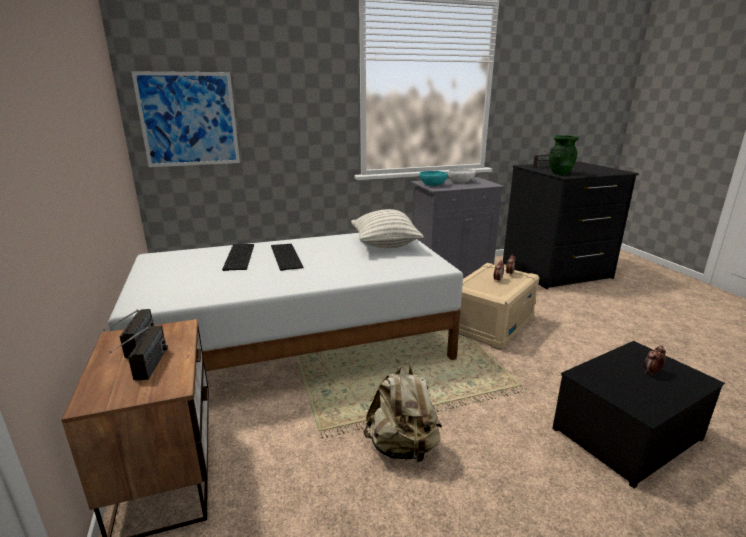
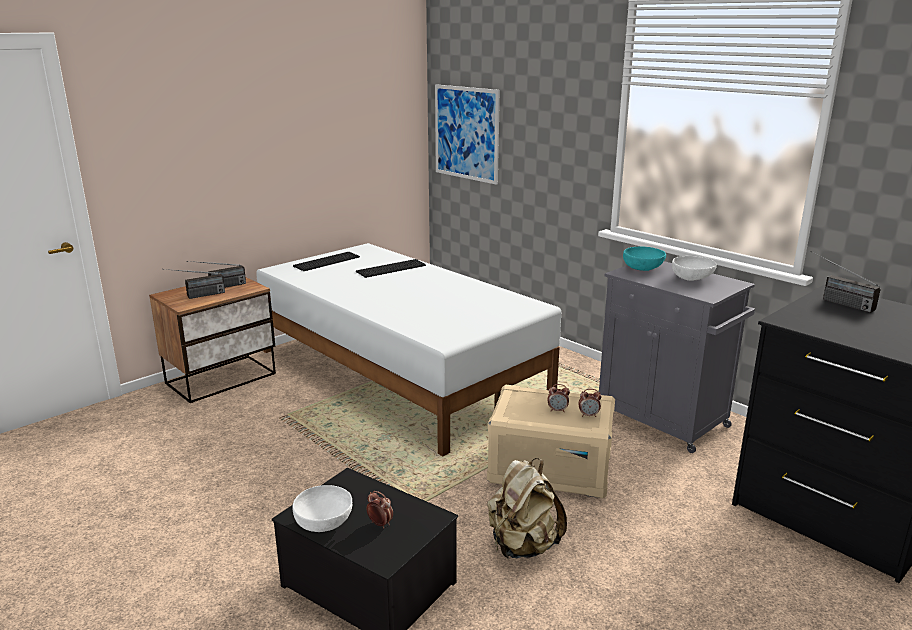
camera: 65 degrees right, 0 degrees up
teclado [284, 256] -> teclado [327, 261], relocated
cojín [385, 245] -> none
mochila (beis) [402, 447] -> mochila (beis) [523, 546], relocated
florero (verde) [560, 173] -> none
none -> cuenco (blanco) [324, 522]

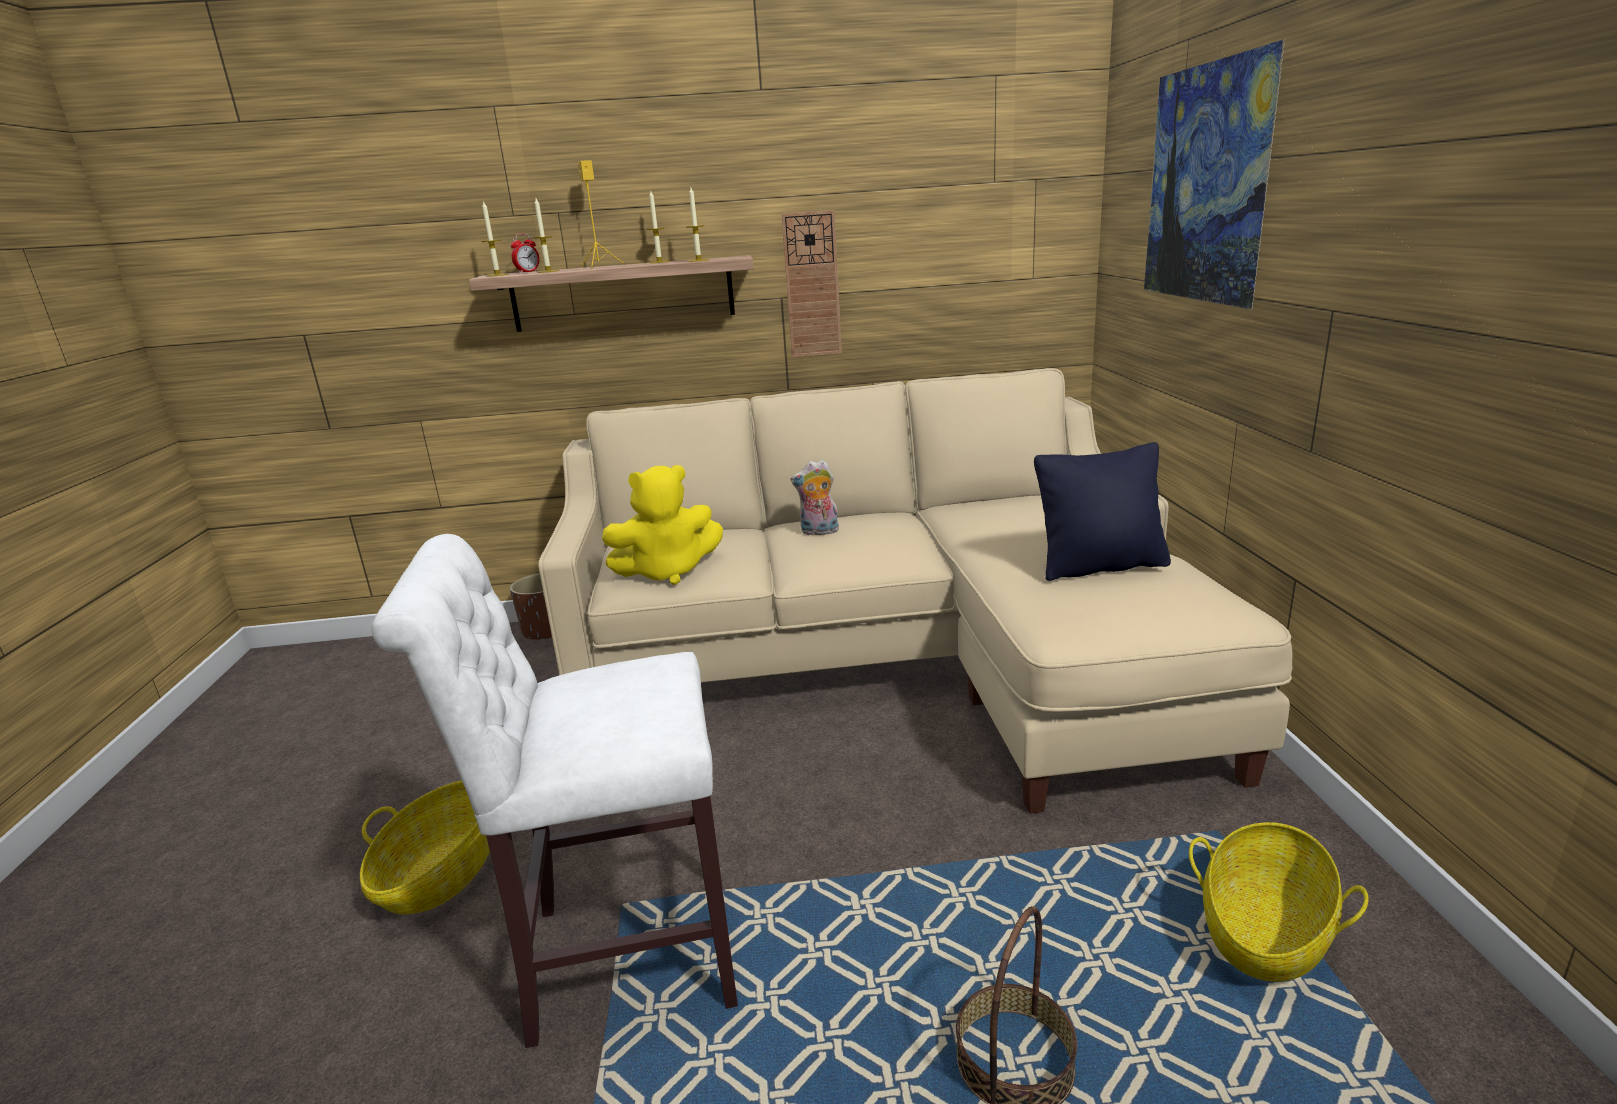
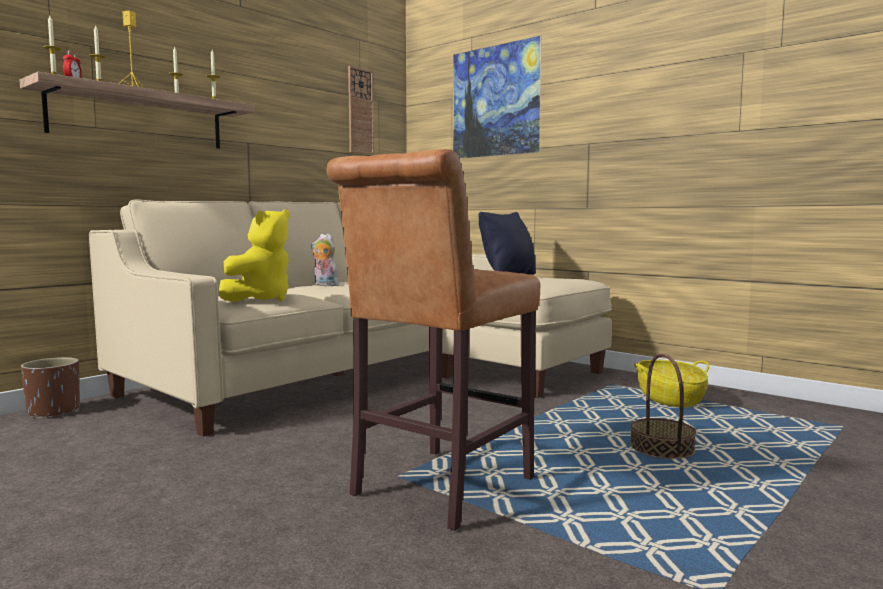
camera: 45 degrees left, 15 degrees down
cesta [442, 873] -> none
taburete (blanco) [619, 957] -> taburete (marrón) [436, 490]
reloj de pared [812, 285] -> reloj de pared [360, 111], relocated
peluche [818, 532] -> peluche [324, 285], 75 degrees clockwise

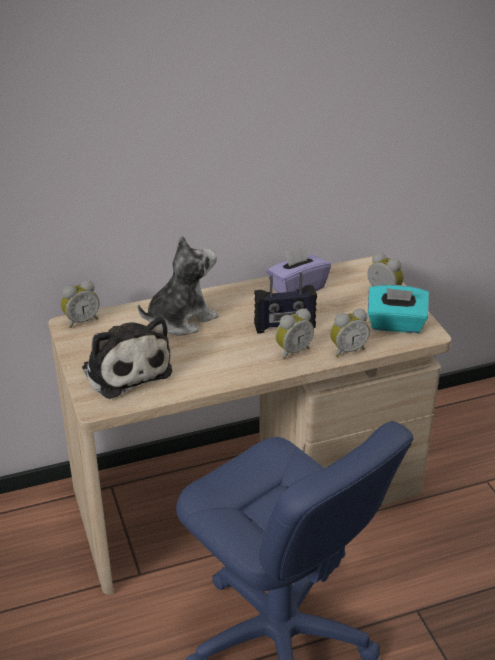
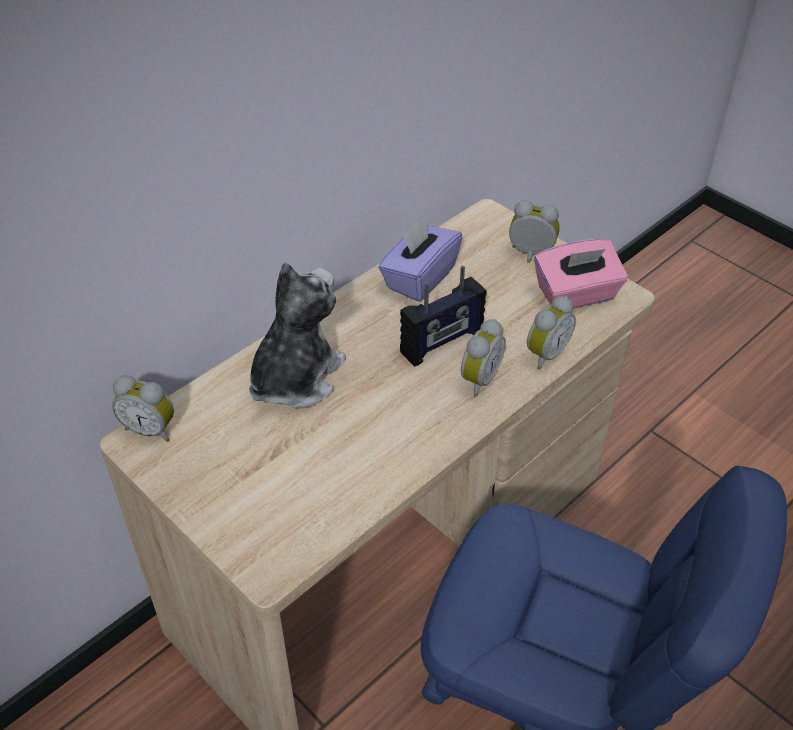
camera: 25 degrees left, 10 degrees up
despertador [81, 321] -> despertador [151, 429], 75 degrees clockwise
peluche [125, 368] -> none
caja de pañuelos (turquesa) [395, 324] -> caja de pañuelos (rosa) [576, 295]

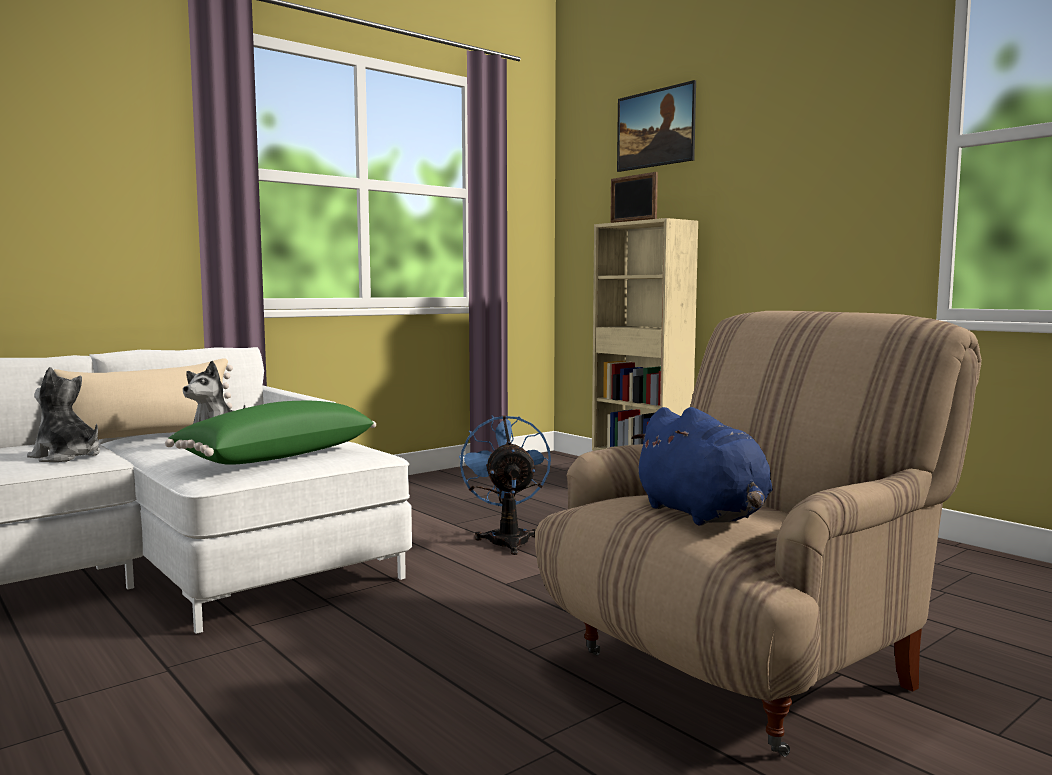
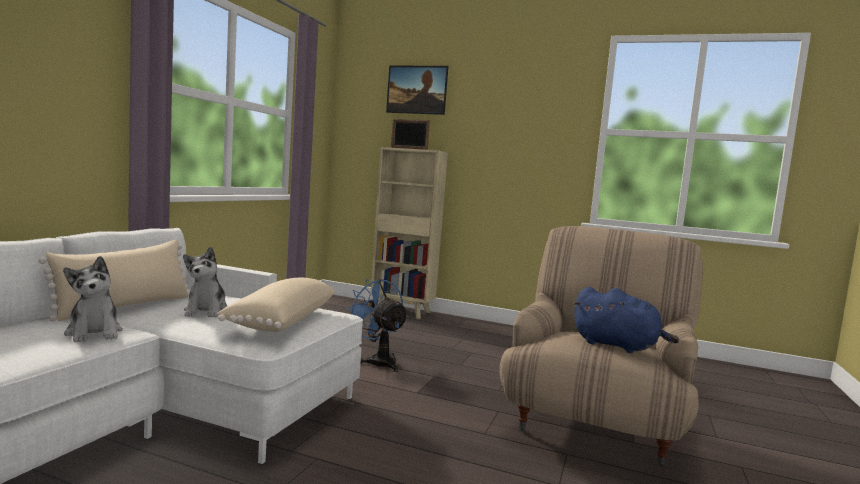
camera: 30 degrees left, 0 degrees up
peluche [66, 457] -> peluche [94, 333], 120 degrees counterclockwise
cojín (verde) [276, 456] -> cojín (beis) [280, 321]

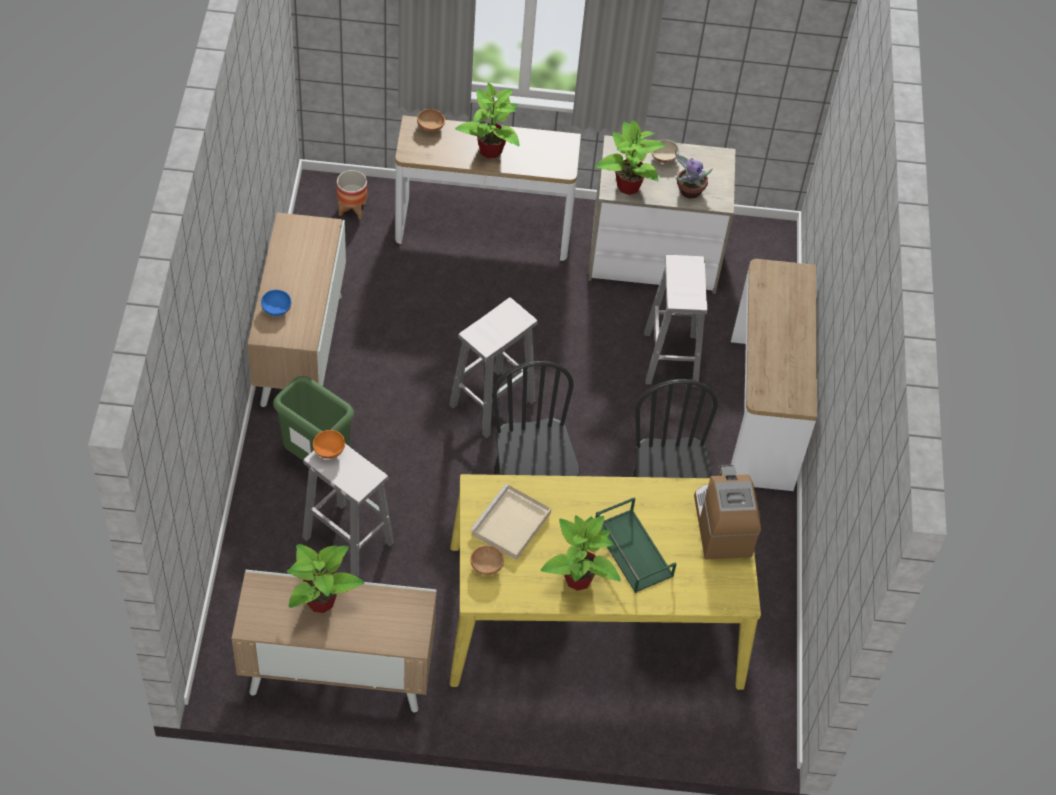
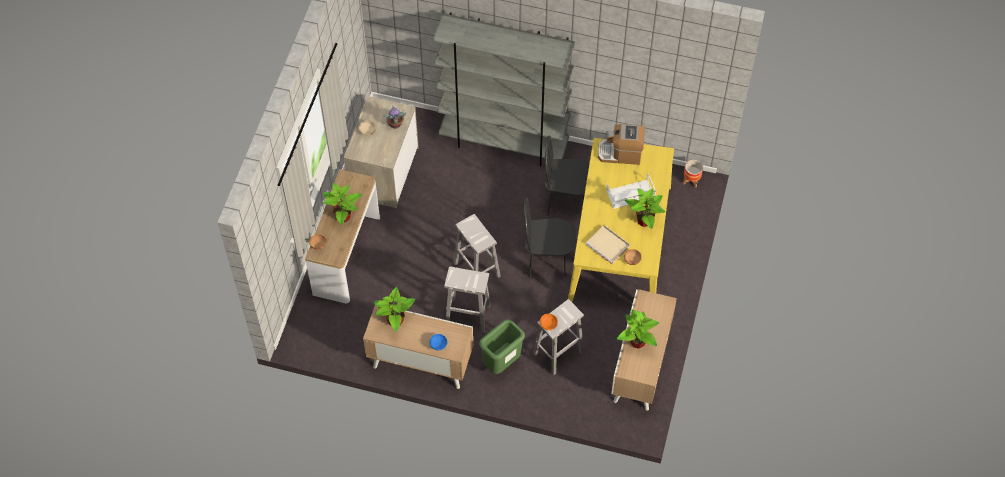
camera: 75 degrees left, 5 degrees up
maceta [352, 209] -> maceta [691, 180], relocated
planta en maceta [628, 185] -> planta en maceta [395, 321], relocated
bandeja (verde) [632, 550] -> bandeja (blanco) [630, 195]
taburete (blanco) [670, 357] -> taburete (blanco) [467, 315], relocated
mesa consola [761, 412] -> estantería (gris) [504, 143]

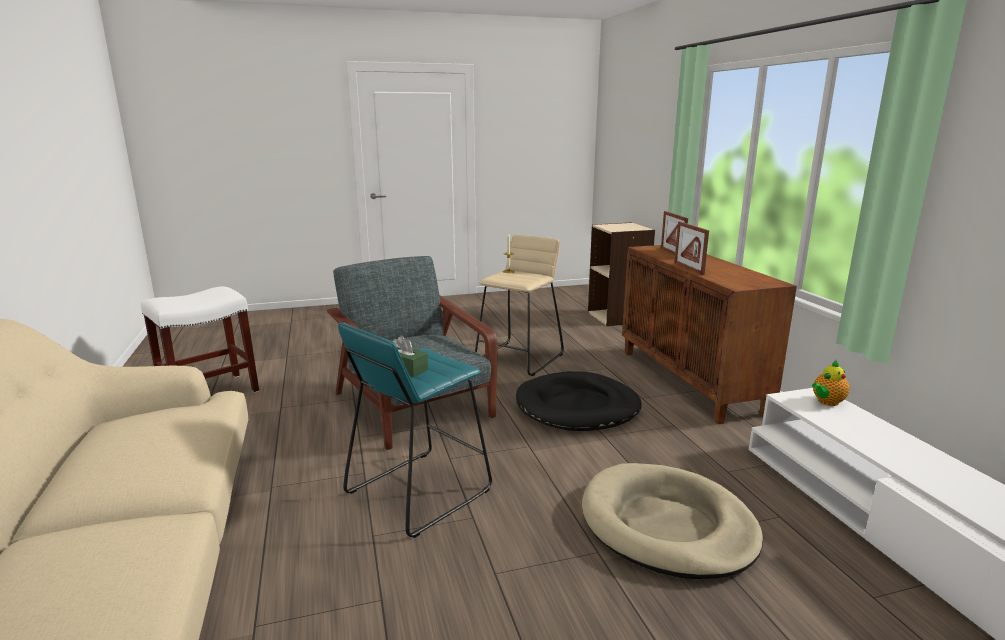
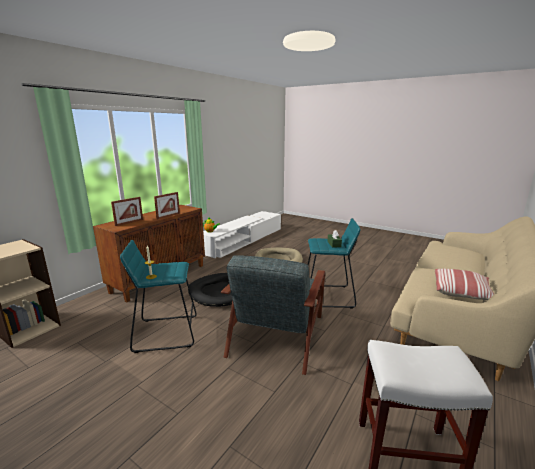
camera: 130 degrees left, 0 degrees up
taburete (beis) [519, 358] -> taburete (turquesa) [166, 332]
none -> cojín [461, 292]

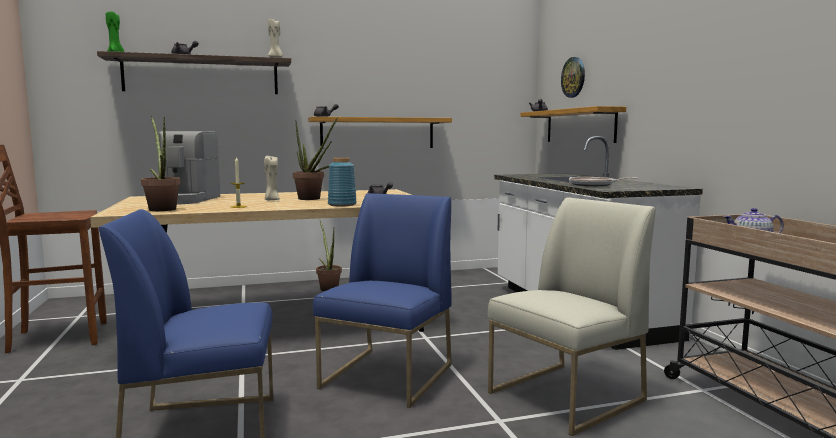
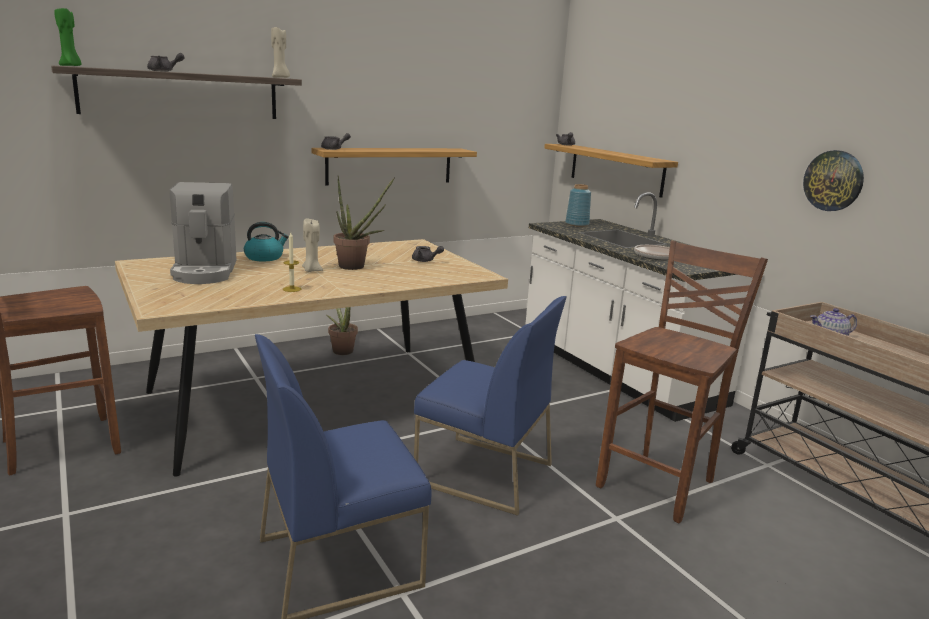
camera: 15 degrees left, 10 degrees up
planta en maceta [162, 209] -> none
silla (azul) [388, 377] -> silla (azul) [482, 473], 105 degrees clockwise
florero (azul) [342, 205] -> florero (azul) [577, 224], relocated
silla (blanco) [566, 397] -> taburete (marrón) [660, 484]
reloj de pared [573, 77] -> reloj de pared [833, 181], relocated
none -> hervidor [264, 257]

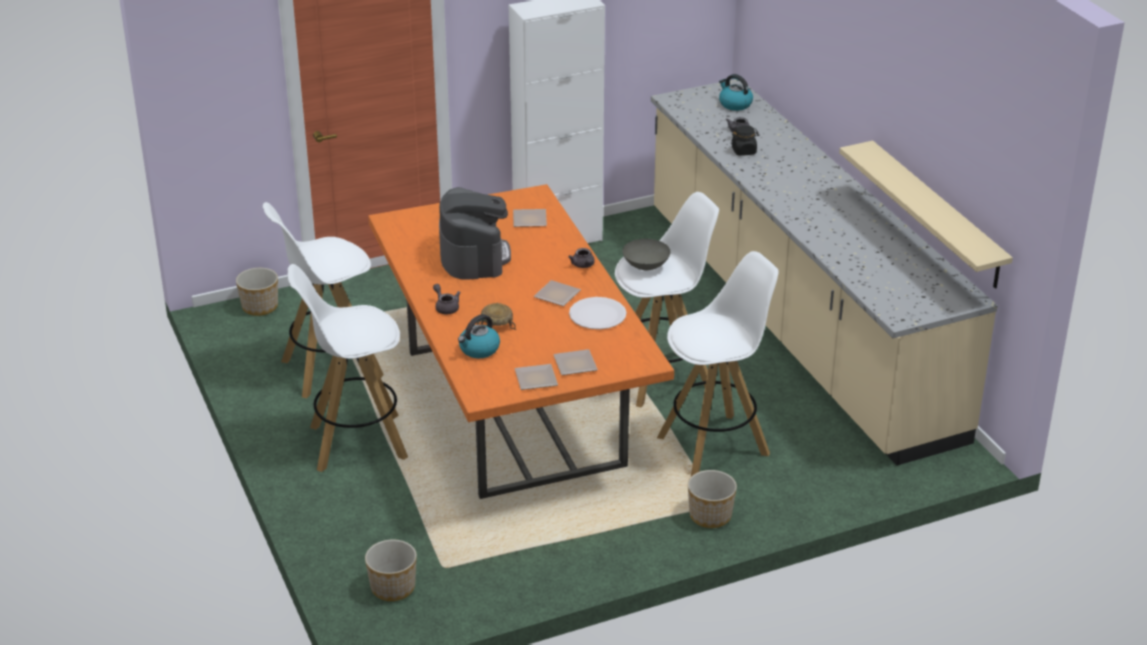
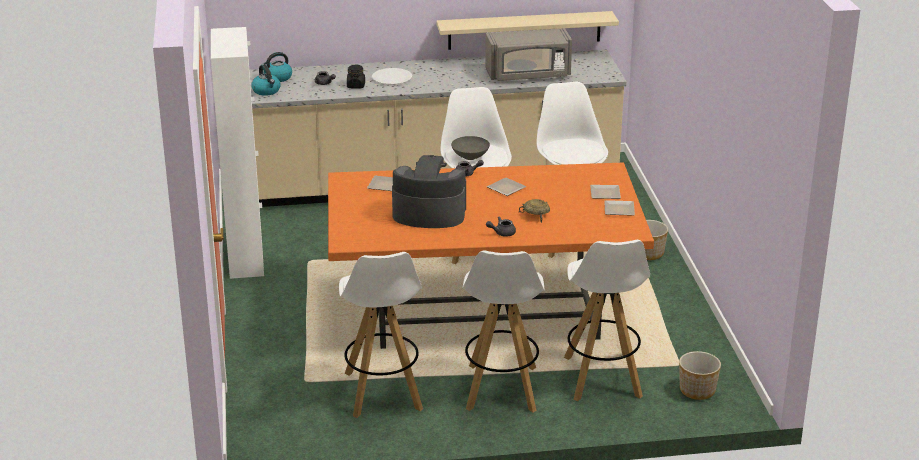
camera: 75 degrees left, 5 degrees down
maceta [260, 307] -> none
hervidor [479, 349] -> hervidor [266, 91], relocated
plato (blanco) [597, 315] -> plato (blanco) [392, 78], relocated
none -> microondas (gris) [528, 75]
none -> taburete (blanco) [602, 377]

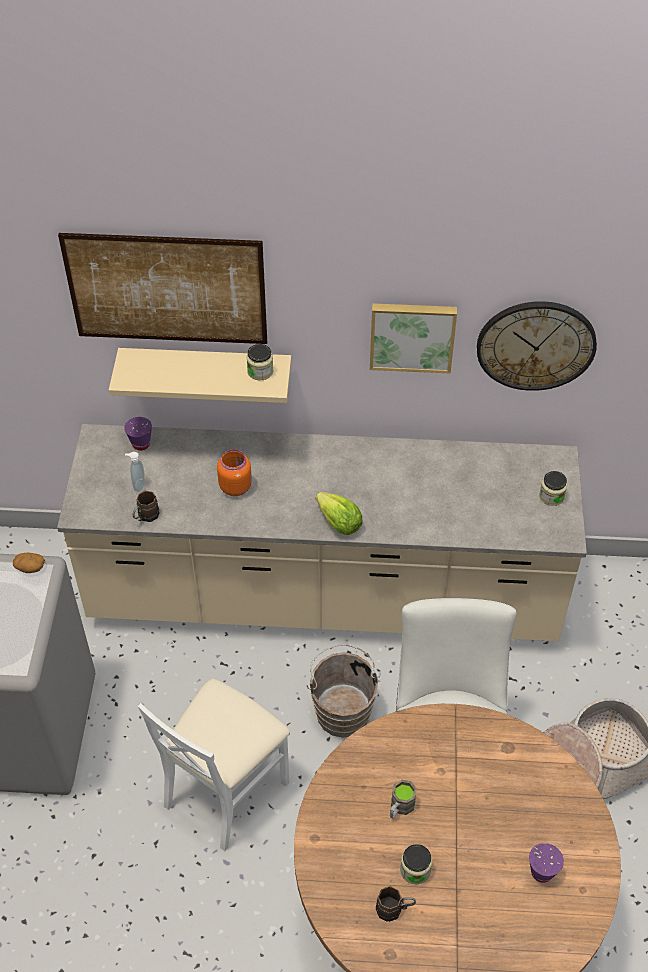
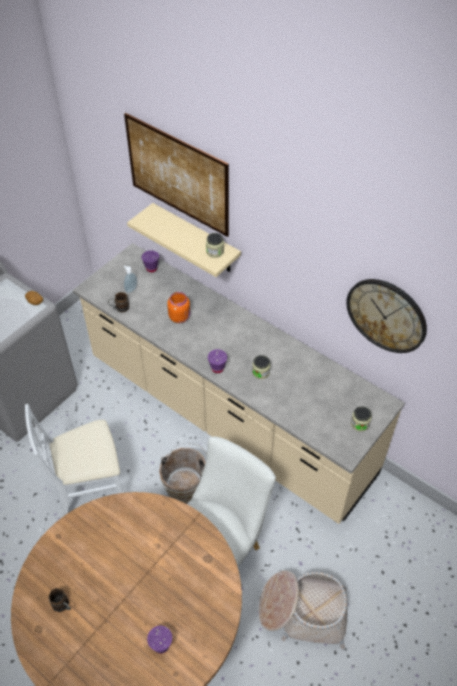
camera: 35 degrees right, 0 degrees up
lechuga [339, 523] -> taza (morado) [217, 368]
cuadro [412, 335] -> none
taza grande (marrón) [400, 807] -> none
tarro [415, 870] -> tarro [261, 372], relocated

